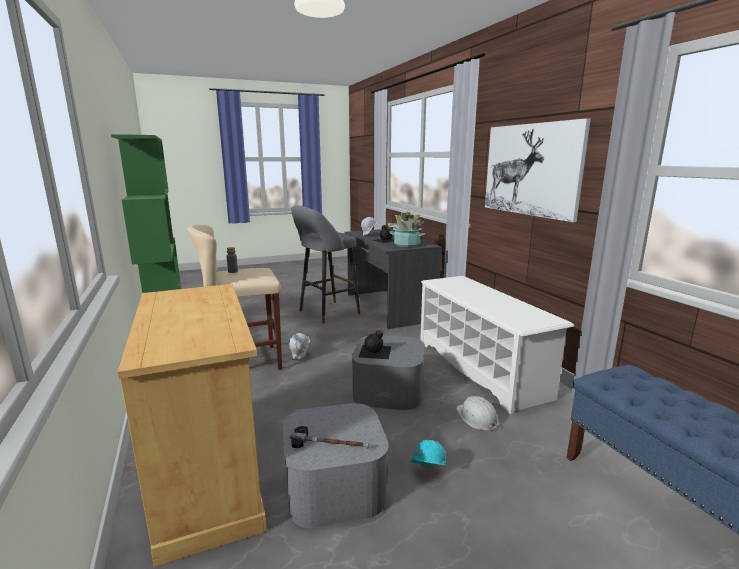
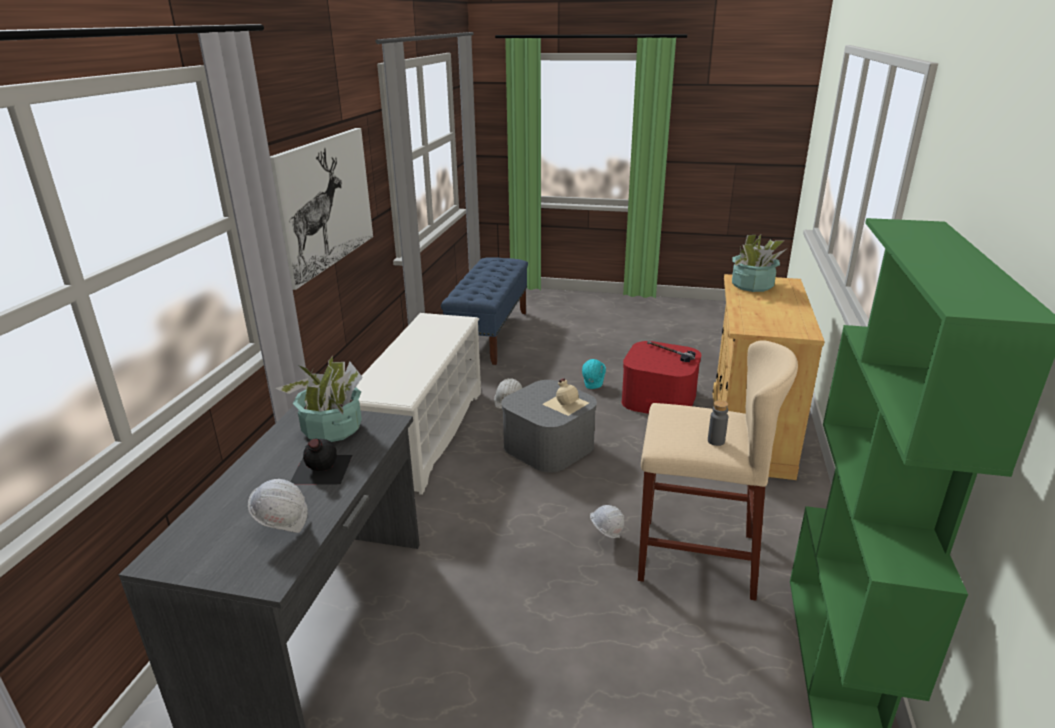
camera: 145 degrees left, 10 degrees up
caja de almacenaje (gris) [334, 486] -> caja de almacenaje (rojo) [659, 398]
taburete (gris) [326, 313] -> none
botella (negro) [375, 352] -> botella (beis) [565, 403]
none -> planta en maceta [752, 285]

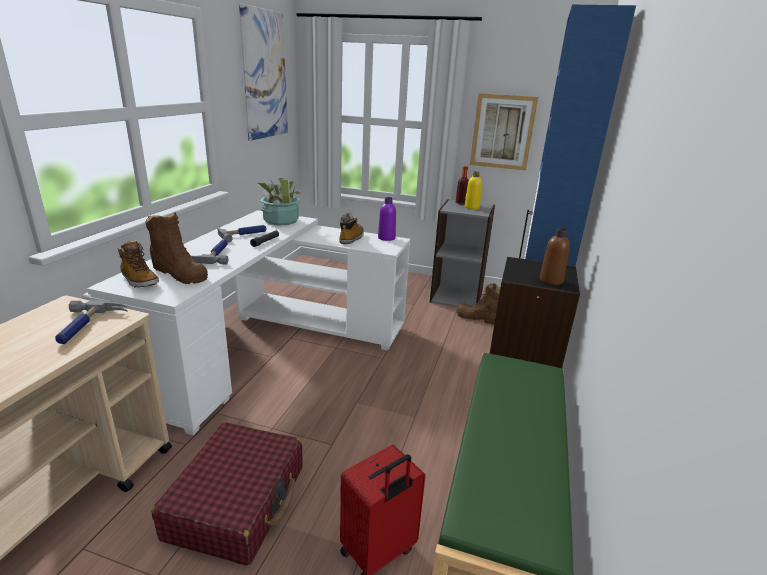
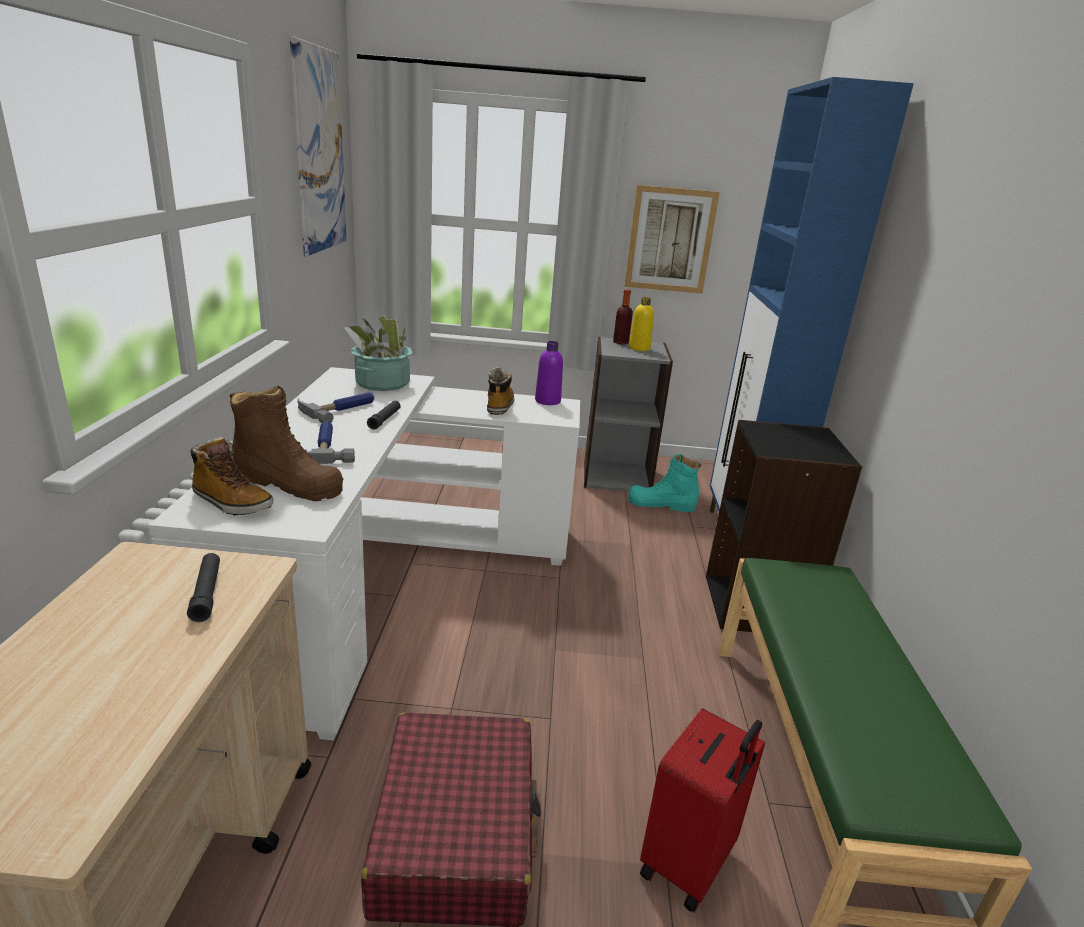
camera: 15 degrees left, 0 degrees up
martillo [86, 326] -> linterna (negro) [206, 593]
bota (marrón) [480, 318] -> bota (turquesa) [661, 504]
botella (marrón) [551, 280] -> none

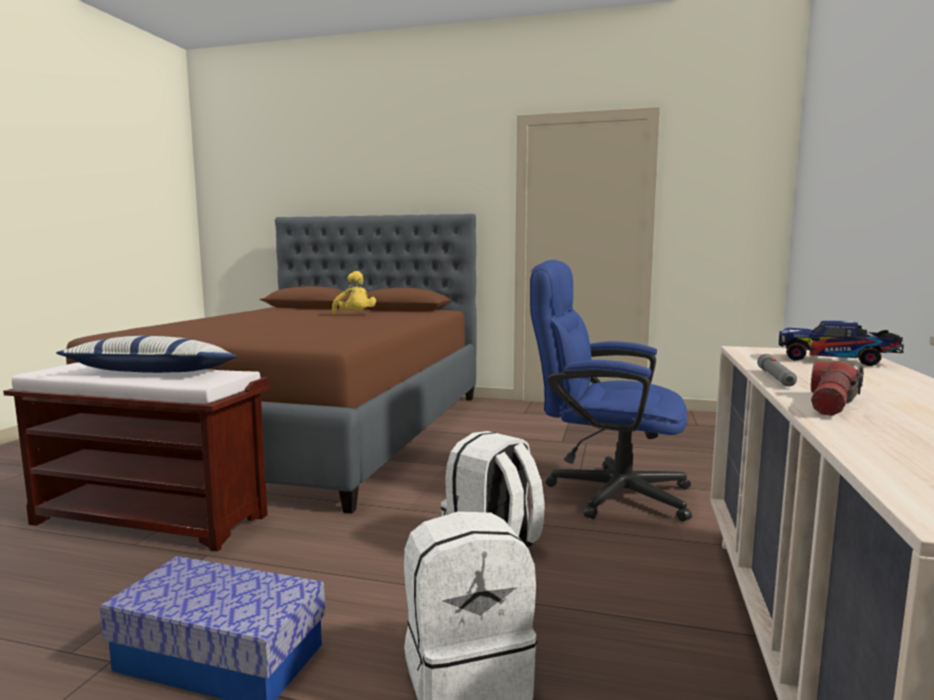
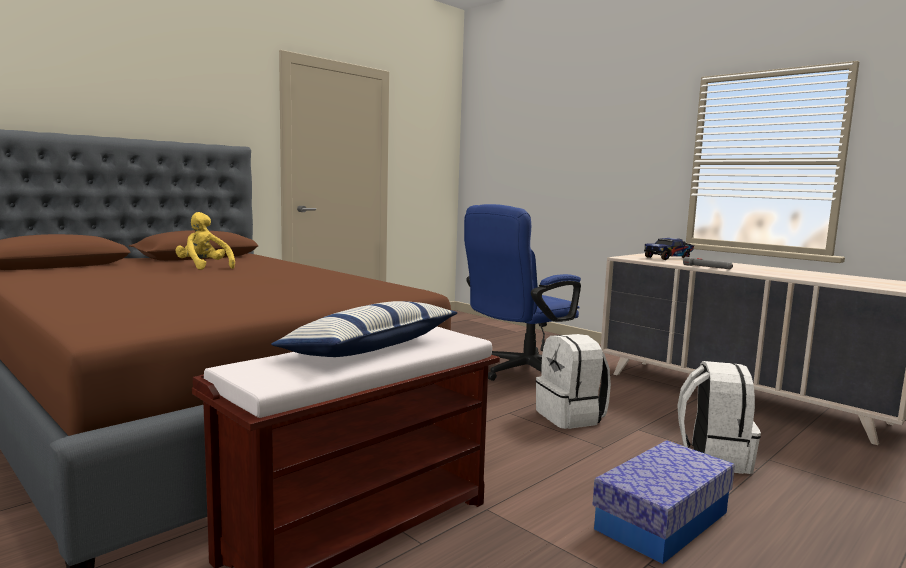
camera: 60 degrees left, 0 degrees up
peluche (amarillo) [355, 315] -> peluche (amarillo) [204, 267], 135 degrees counterclockwise
linterna [832, 404] -> none

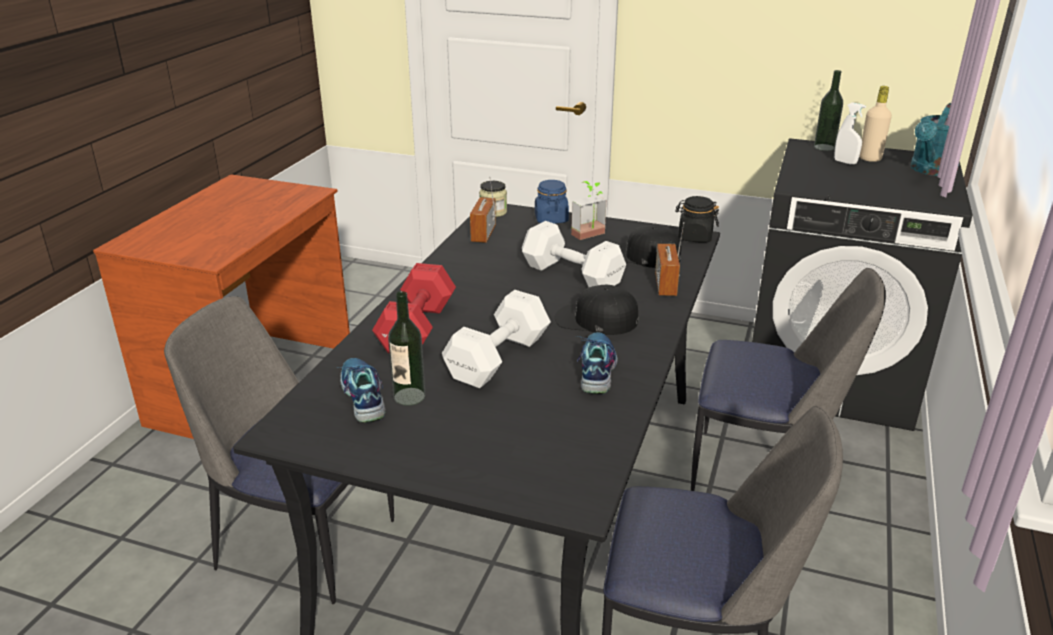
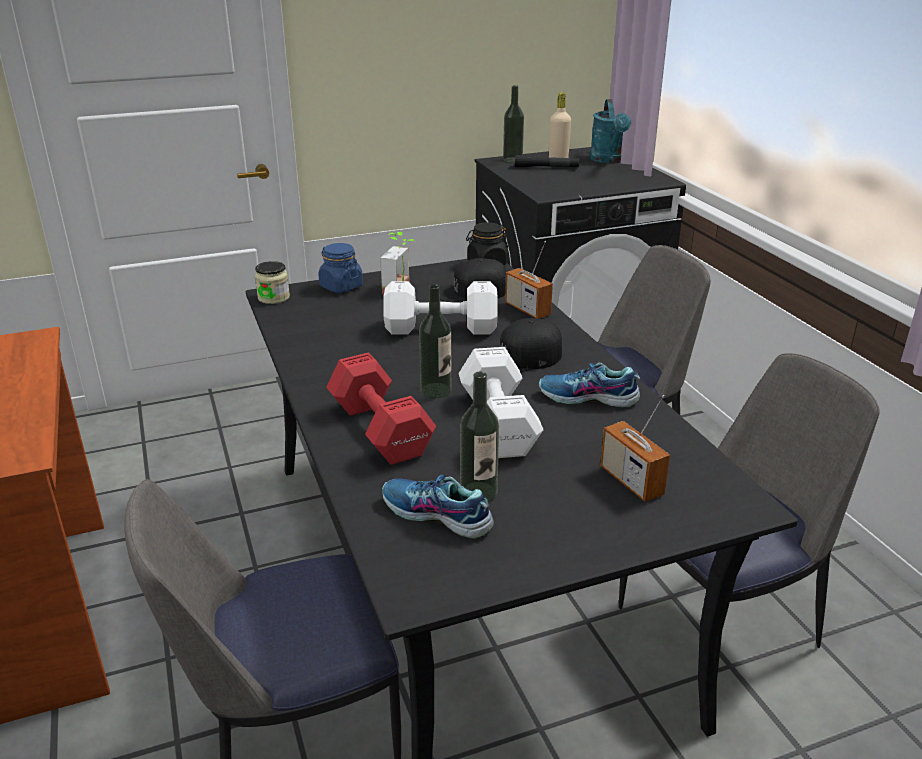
camera: 40 degrees left, 0 degrees up
radio [483, 234] -> radio [631, 481], relocated
zapato [595, 370] -> zapato [588, 398], 45 degrees counterclockwise
pulverizador (blanco) [845, 162] -> linterna (negro) [546, 167]
none -> botella [436, 390]

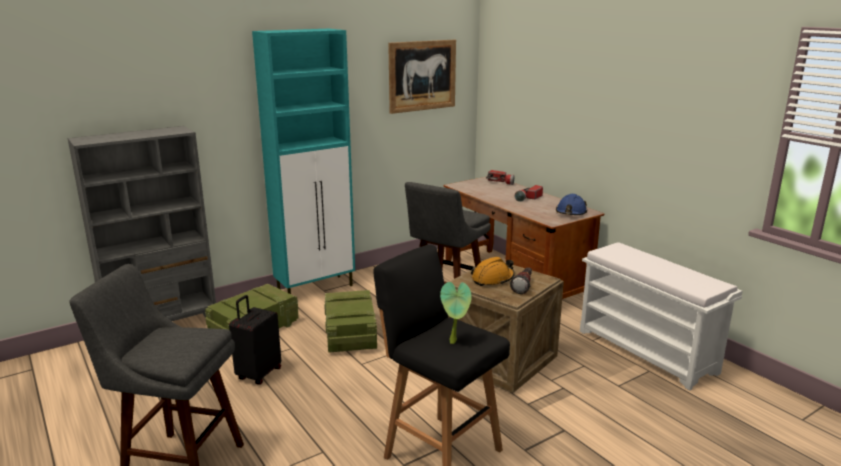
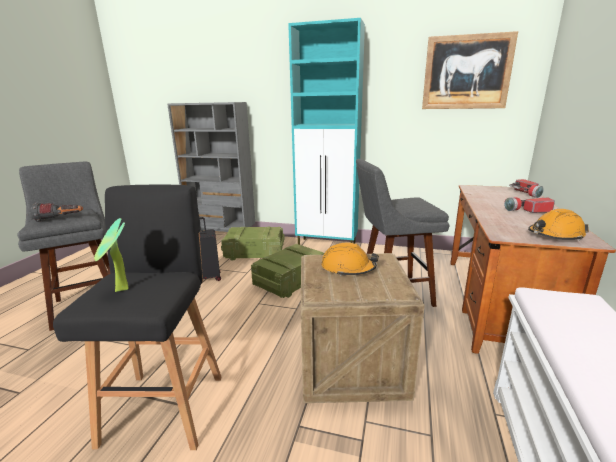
camera: 50 degrees right, 0 degrees up
linterna [523, 286] -> linterna [61, 219], relocated
casco (azul) [571, 213] -> casco (naranja) [555, 235]

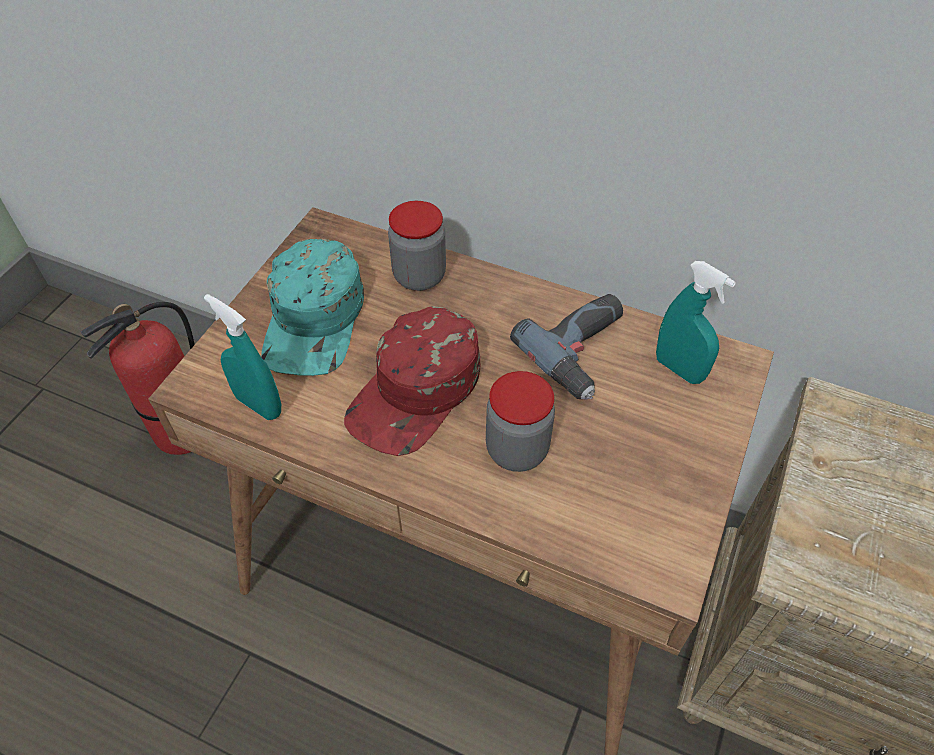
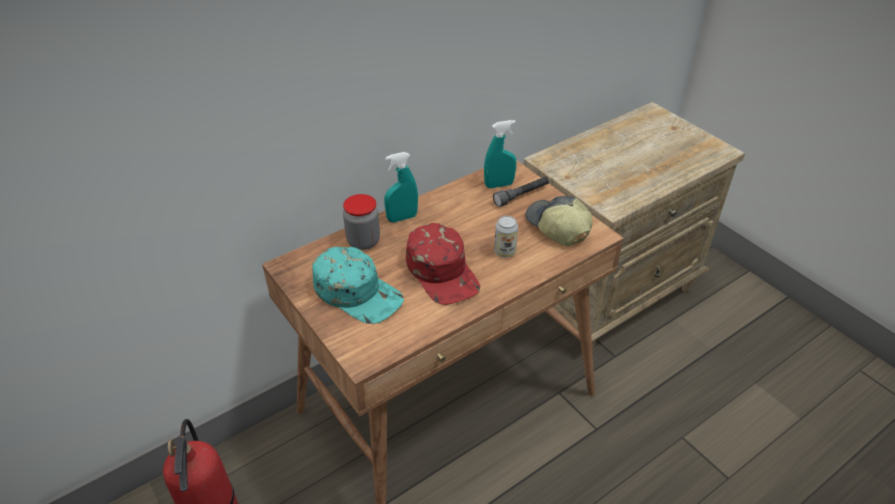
camera: 60 degrees left, 10 degrees down
pulverizador (turquesa) [259, 405] -> pulverizador (turquesa) [402, 218], relocated
tarro [517, 450] -> lata [505, 252]
taladro [584, 352] -> none
none -> linterna (gris) [521, 196]
none -> gorra [556, 227]

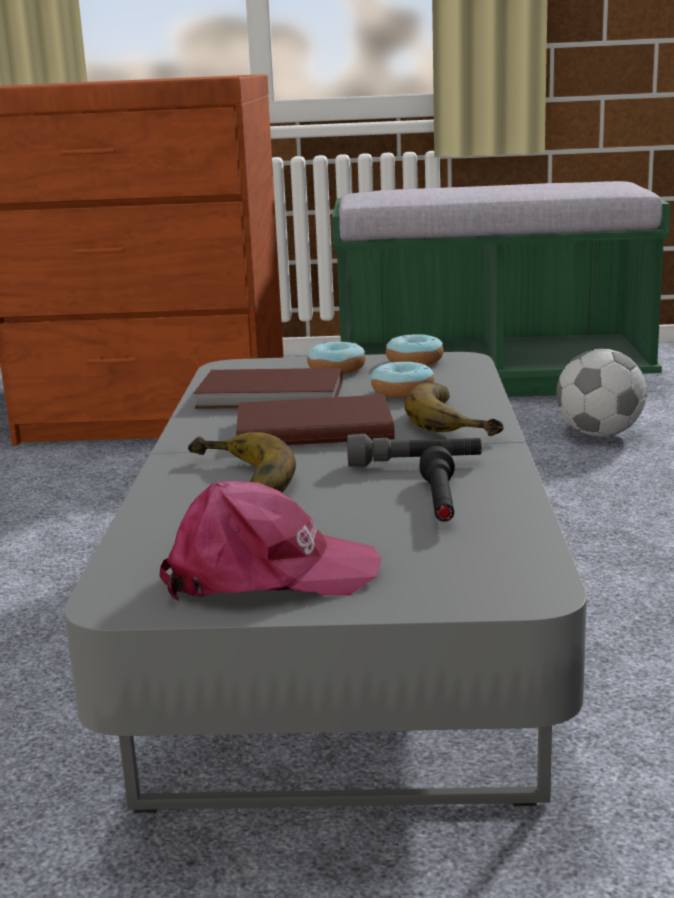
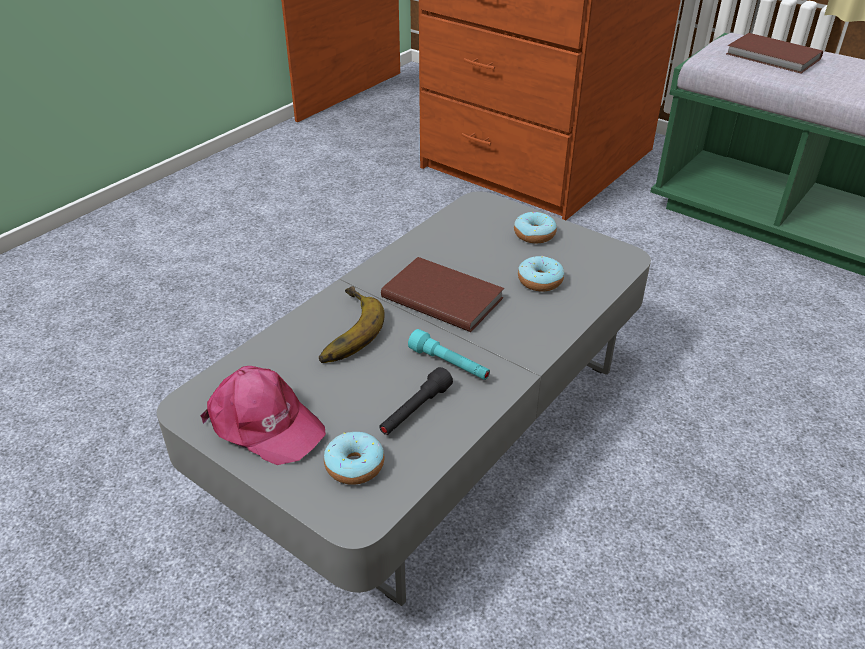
camera: 35 degrees right, 20 degrees up
libro (marrón) [272, 396] -> libro (marrón) [773, 57], relocated
linterna (gris) [414, 464] -> linterna (turquesa) [449, 364]
rosquilla [414, 361] -> rosquilla [354, 465], relocated
plátano [459, 419] -> none
balón de fútbol [600, 434] -> none

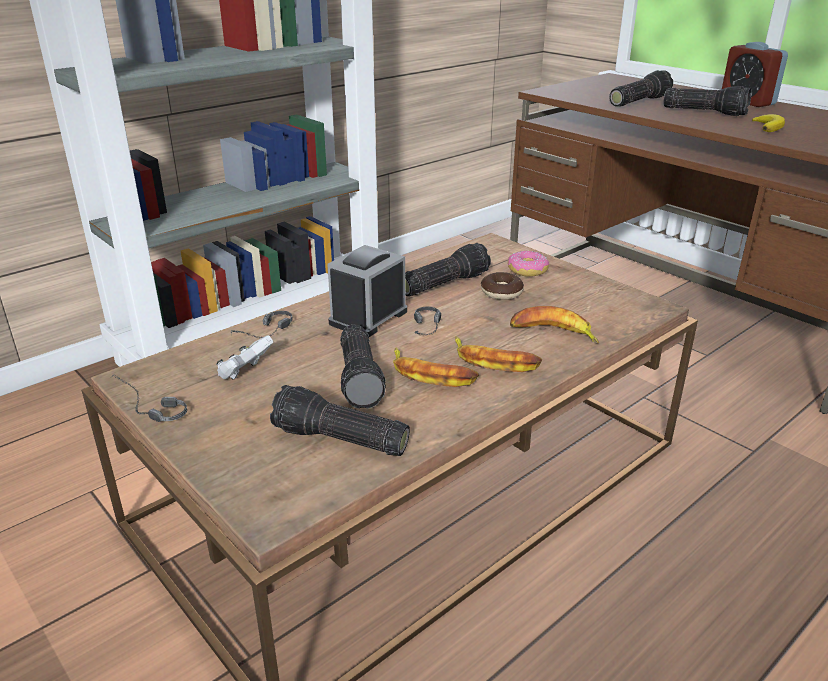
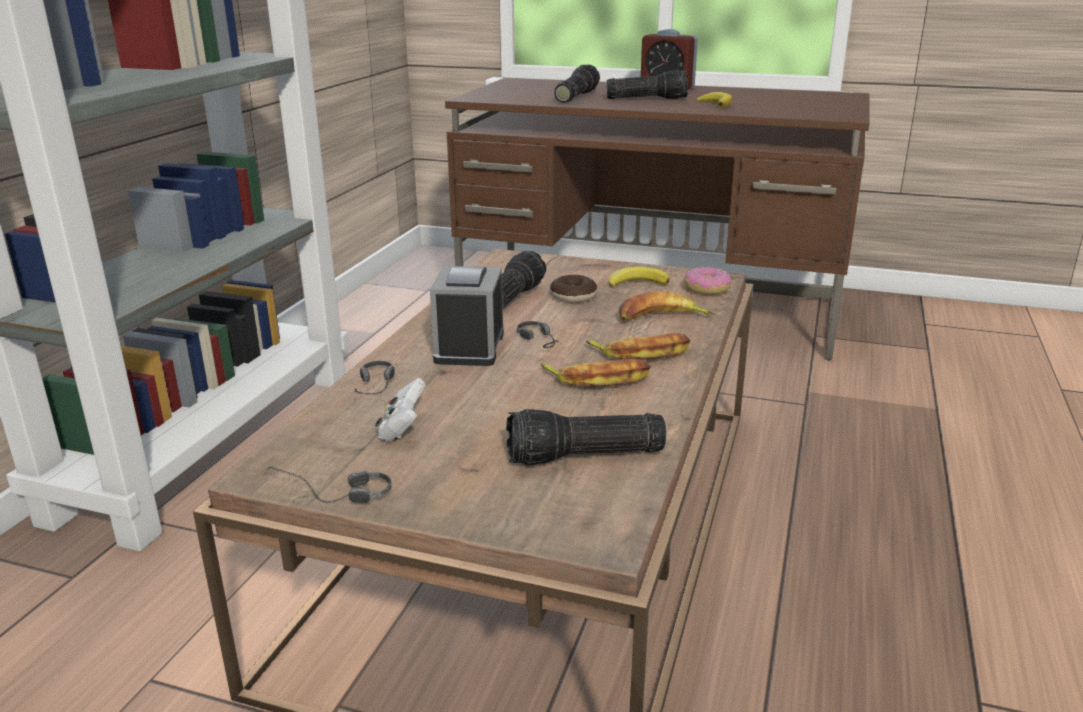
camera: 30 degrees left, 5 degrees down
linterna [362, 378] -> none
rosquilla [527, 270] -> rosquilla [706, 289], relocated
none -> plátano [636, 282]

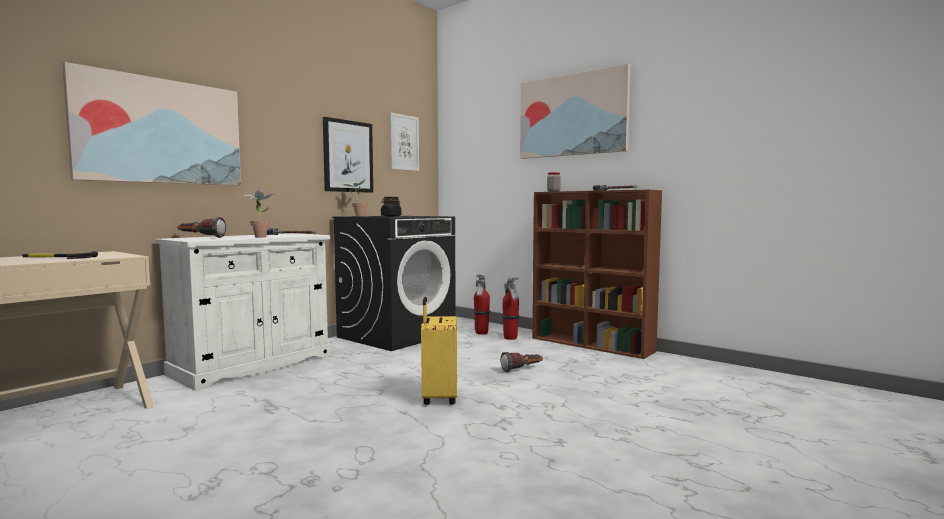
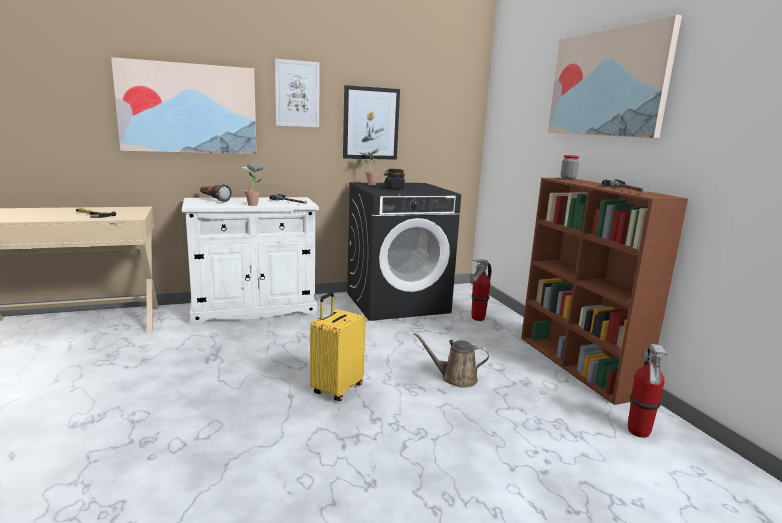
camera: 30 degrees right, 10 degrees up
cuadro [404, 142] -> cuadro [297, 94], relocated
linterna [522, 370] -> regadera (marrón) [455, 378]
extintor [510, 338] -> extintor [638, 432], relocated

